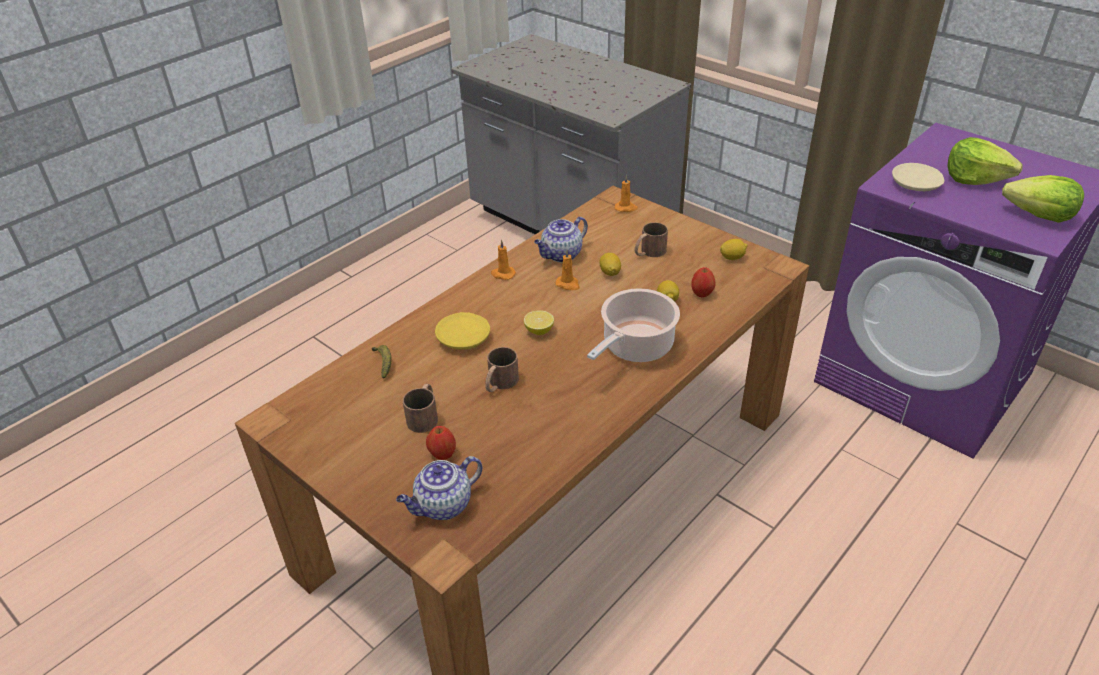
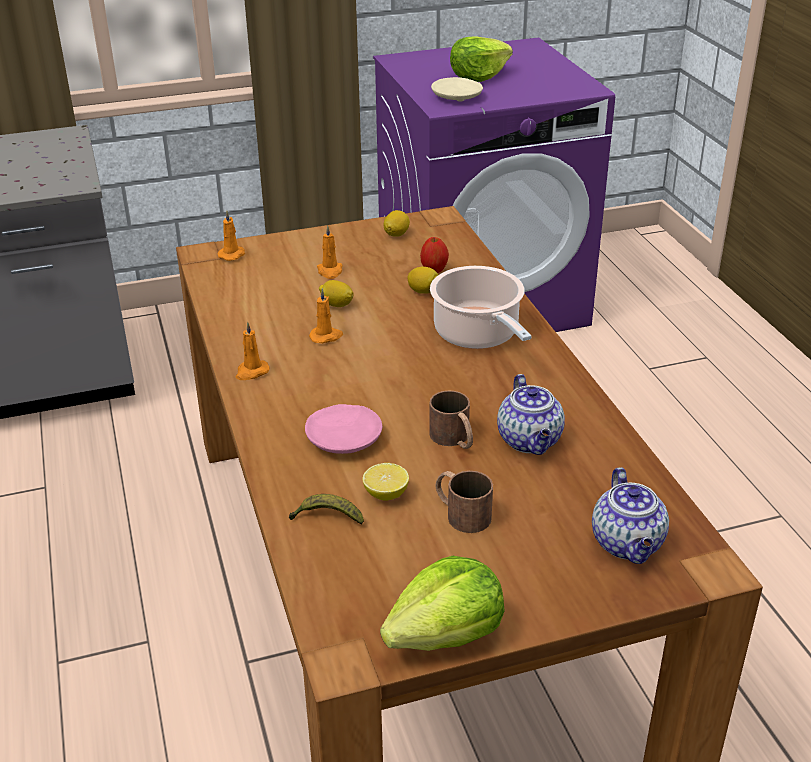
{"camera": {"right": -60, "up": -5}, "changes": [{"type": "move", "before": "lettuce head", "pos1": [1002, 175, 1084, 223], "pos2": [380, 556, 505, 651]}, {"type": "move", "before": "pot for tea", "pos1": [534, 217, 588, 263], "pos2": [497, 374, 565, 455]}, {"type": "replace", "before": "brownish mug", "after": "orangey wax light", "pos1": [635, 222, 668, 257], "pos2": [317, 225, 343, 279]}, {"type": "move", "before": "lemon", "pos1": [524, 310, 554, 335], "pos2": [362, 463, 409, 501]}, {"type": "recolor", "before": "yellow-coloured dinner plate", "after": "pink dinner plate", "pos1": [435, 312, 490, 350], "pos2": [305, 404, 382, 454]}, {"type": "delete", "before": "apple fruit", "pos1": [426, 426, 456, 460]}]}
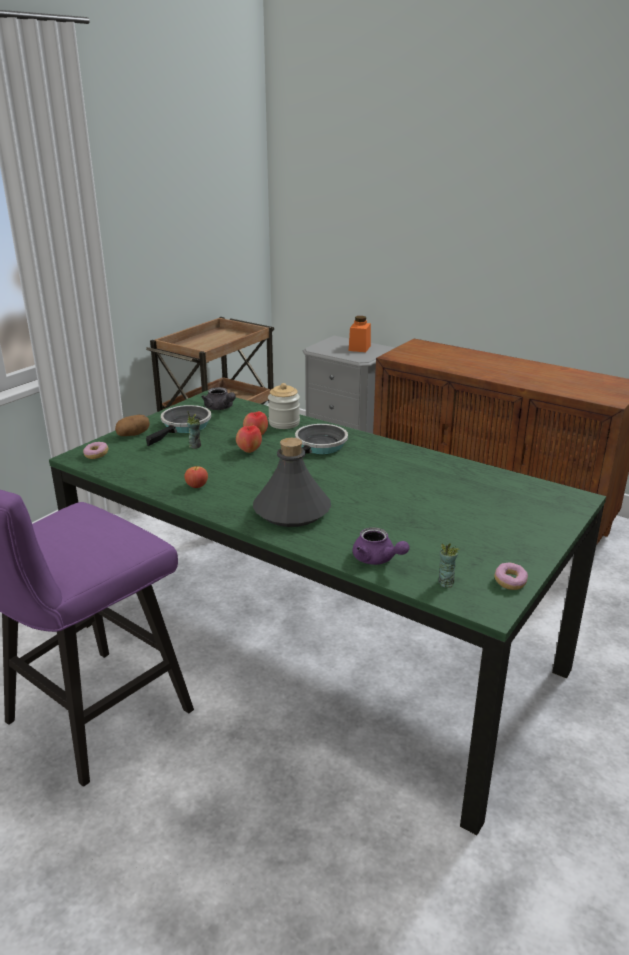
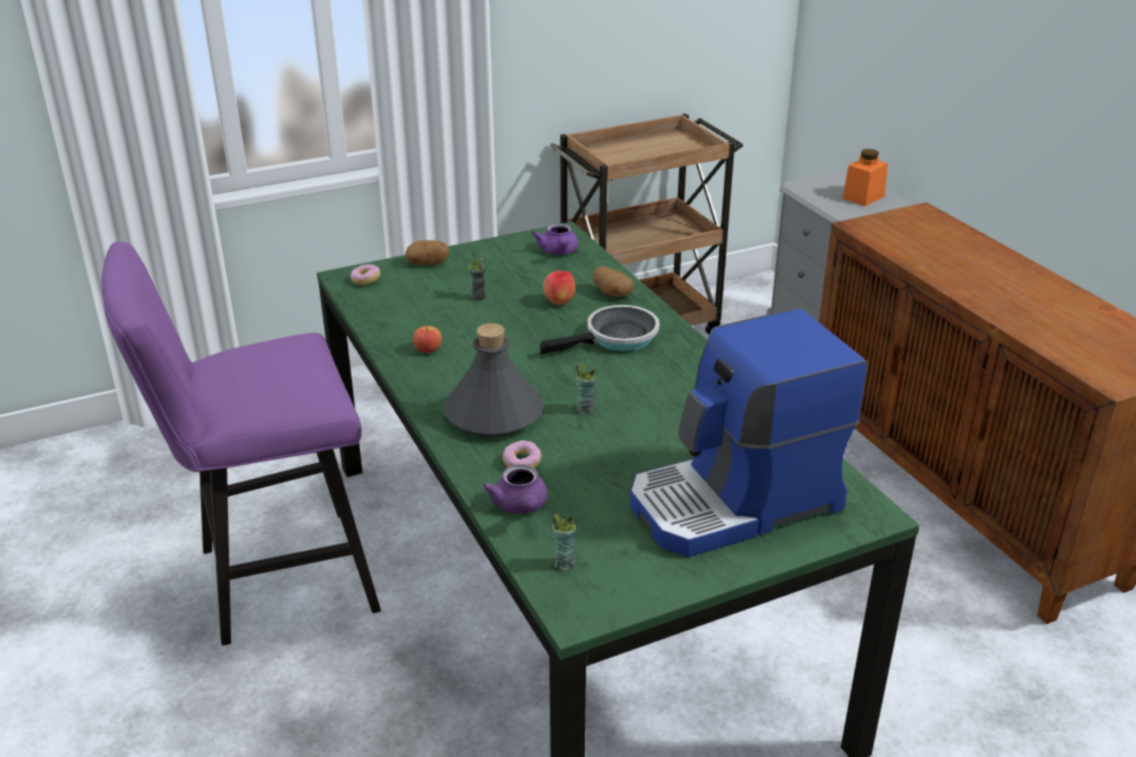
{"camera": {"right": 30, "up": 5}, "changes": [{"type": "replace", "before": "storage jar", "after": "whole potato", "pos1": [268, 383, 300, 429], "pos2": [593, 266, 634, 297]}, {"type": "recolor", "before": "grey pot for tea", "after": "purple pot for tea", "pos1": [201, 387, 236, 410], "pos2": [532, 223, 578, 255]}, {"type": "delete", "before": "pan", "pos1": [146, 405, 211, 446]}, {"type": "delete", "before": "apple fruit", "pos1": [236, 425, 262, 453]}, {"type": "move", "before": "ring doughnut", "pos1": [494, 562, 528, 590], "pos2": [503, 440, 541, 468]}, {"type": "insert", "after": "coffee machine", "pos2": [630, 308, 868, 557]}, {"type": "insert", "after": "small cup", "pos2": [575, 364, 596, 415]}]}
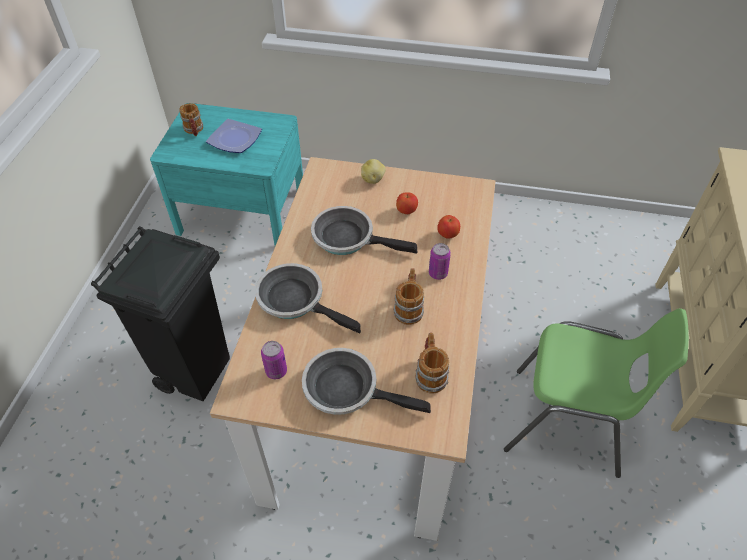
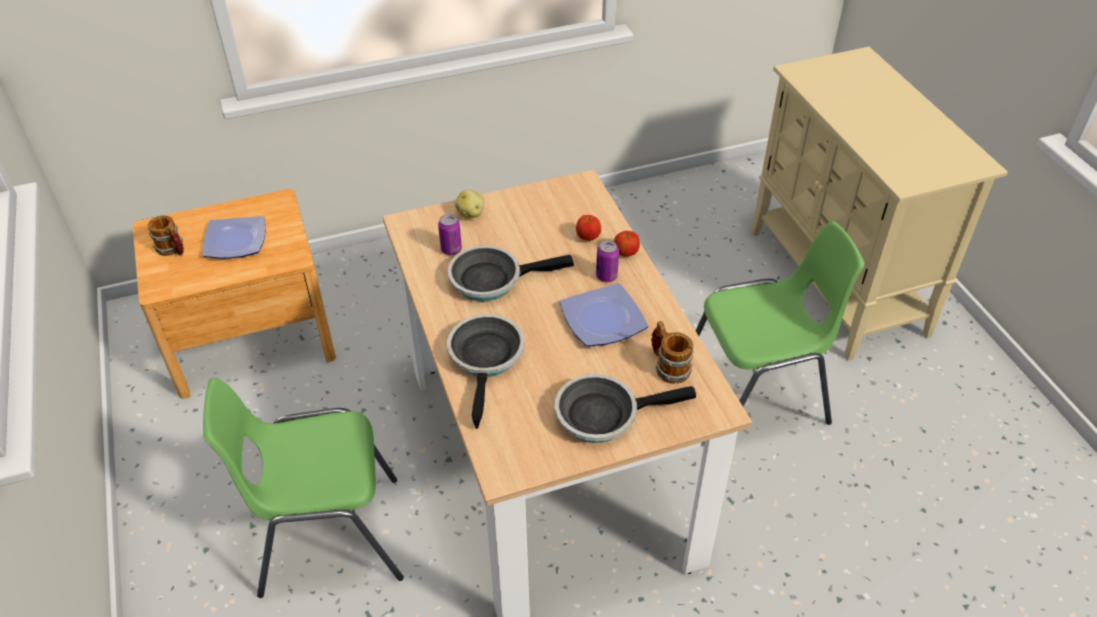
{"camera": {"right": -30, "up": -5}, "changes": [{"type": "recolor", "before": "blue-green bedside table", "after": "brownish bedside table", "pos1": [150, 103, 303, 246], "pos2": [133, 189, 336, 399]}, {"type": "move", "before": "apple fruit", "pos1": [396, 192, 418, 214], "pos2": [614, 231, 640, 257]}, {"type": "replace", "before": "black trash can", "after": "green chair", "pos1": [91, 226, 230, 401], "pos2": [203, 378, 404, 598]}, {"type": "rotate", "before": "pan", "pos1": [255, 263, 361, 334], "pos2": [447, 314, 525, 429], "turn": 90}, {"type": "replace", "before": "mug", "after": "dinner plate", "pos1": [394, 268, 424, 325], "pos2": [560, 283, 648, 347]}, {"type": "move", "before": "can", "pos1": [261, 341, 287, 379], "pos2": [438, 214, 462, 255]}]}
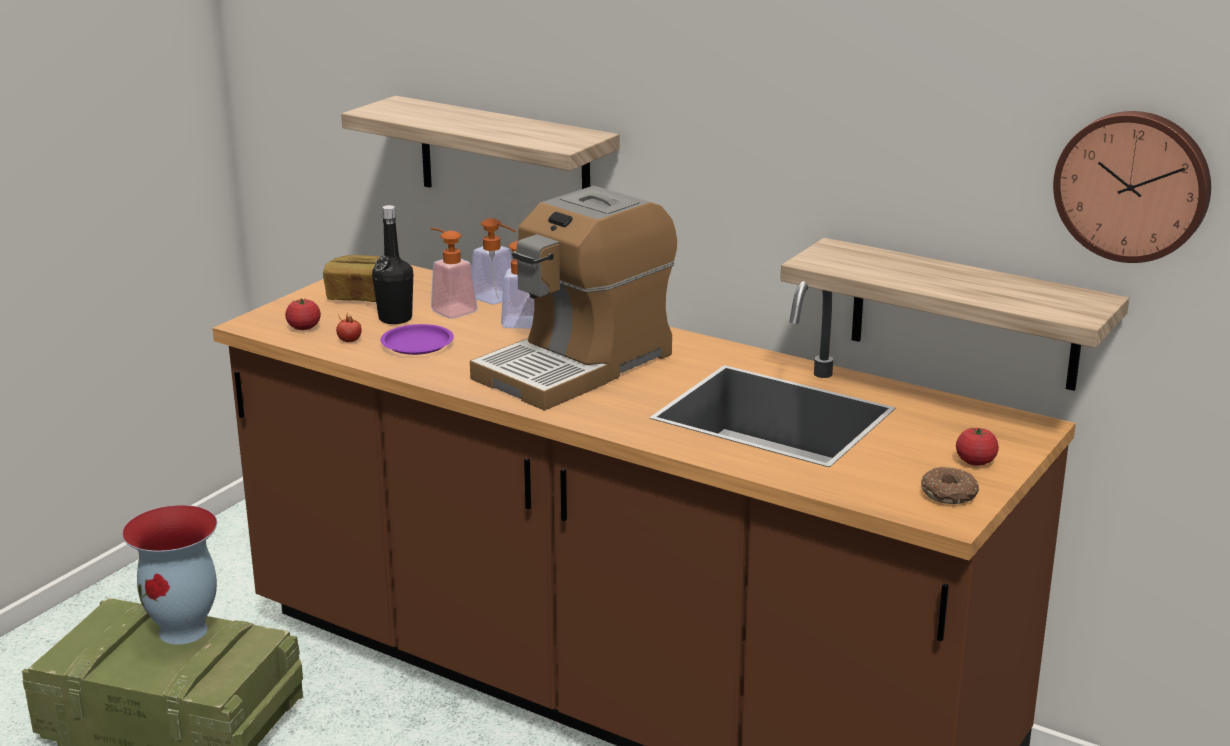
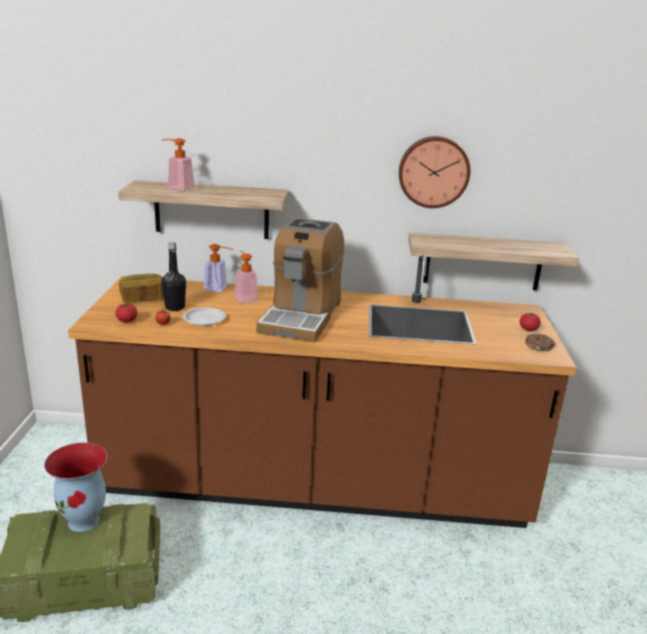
{"camera": {"right": -30, "up": 0}, "changes": [{"type": "move", "before": "hanging clock", "pos1": [1053, 111, 1211, 263], "pos2": [399, 136, 470, 208]}, {"type": "move", "before": "soap bottle", "pos1": [430, 228, 478, 319], "pos2": [162, 138, 195, 191]}, {"type": "recolor", "before": "purple dinner plate", "after": "white dinner plate", "pos1": [380, 324, 454, 355], "pos2": [183, 307, 226, 326]}]}
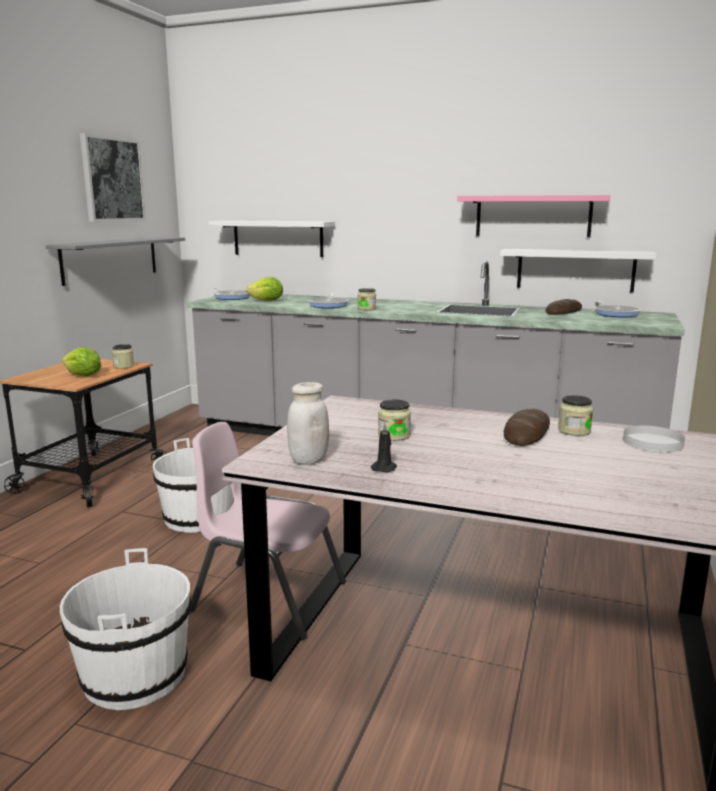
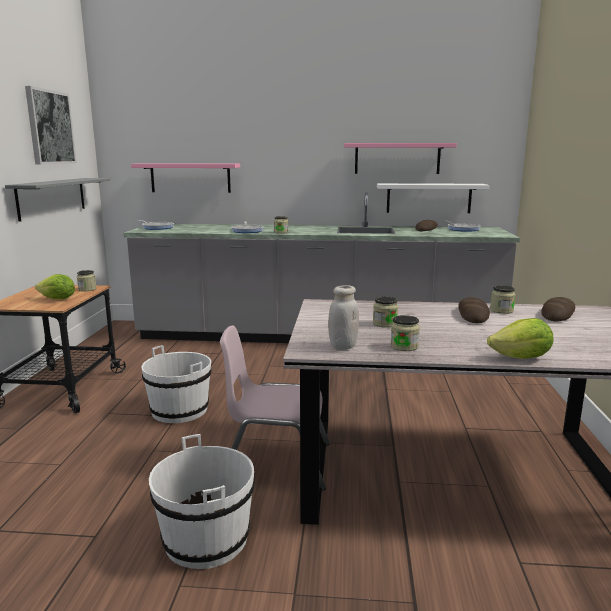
{"camera": {"right": -15, "up": 0}, "changes": [{"type": "recolor", "before": "white wall shelf", "after": "pink wall shelf", "pos1": [208, 220, 335, 257], "pos2": [131, 163, 240, 193]}, {"type": "move", "before": "lettuce head", "pos1": [246, 277, 283, 301], "pos2": [487, 318, 554, 359]}, {"type": "replace", "before": "black wax light", "after": "storage jar", "pos1": [371, 423, 397, 473], "pos2": [390, 315, 420, 351]}, {"type": "replace", "before": "white dinner plate", "after": "baked bread", "pos1": [623, 425, 685, 453], "pos2": [541, 297, 575, 322]}]}
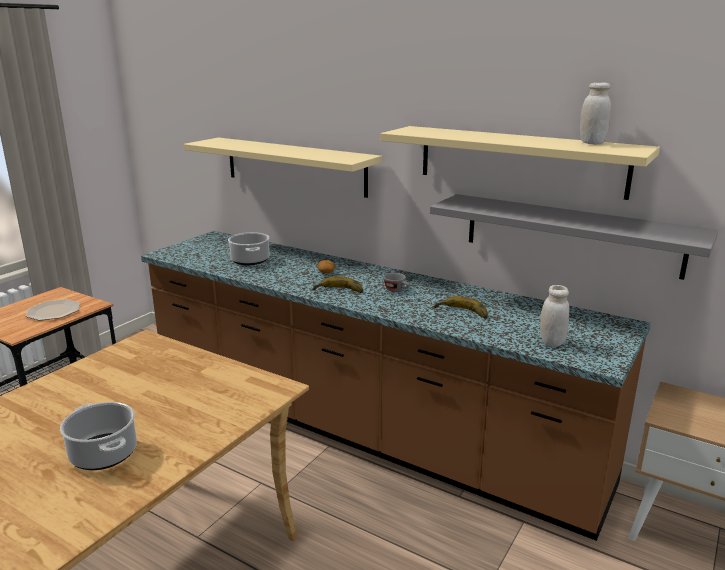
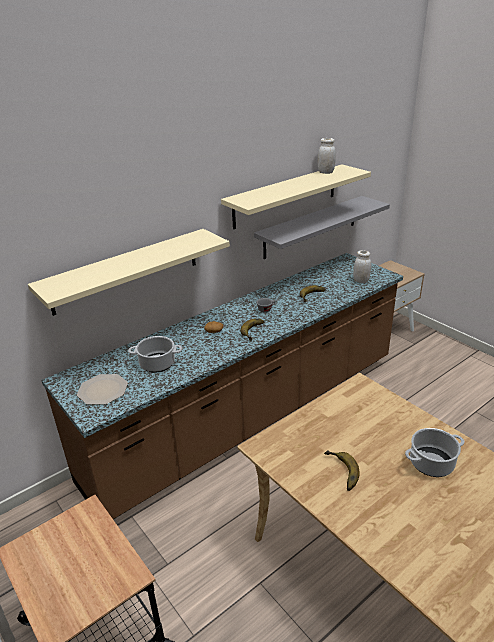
{"camera": {"right": -70, "up": 10}, "changes": [{"type": "move", "before": "dinner plate", "pos1": [26, 299, 80, 321], "pos2": [77, 374, 128, 405]}, {"type": "insert", "after": "whole banana", "pos2": [324, 450, 360, 491]}]}
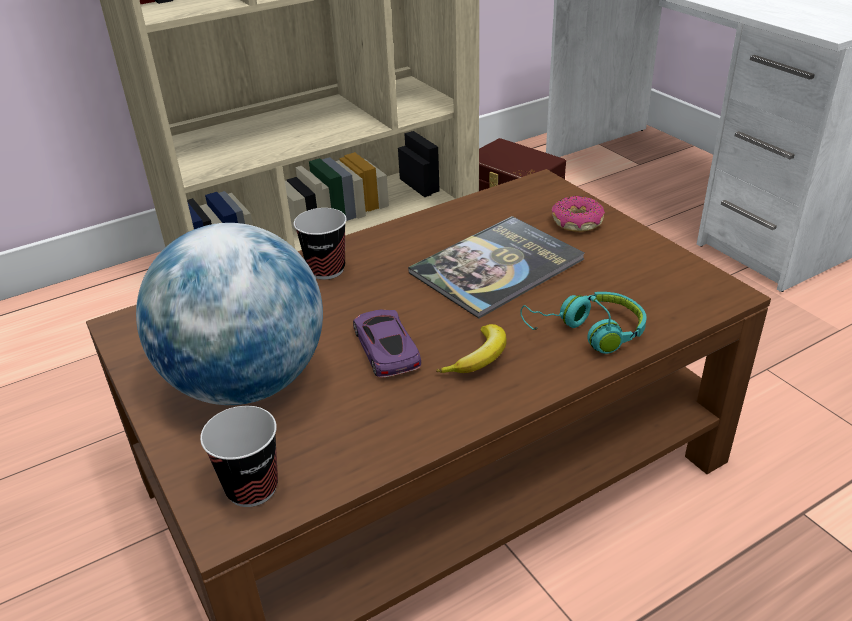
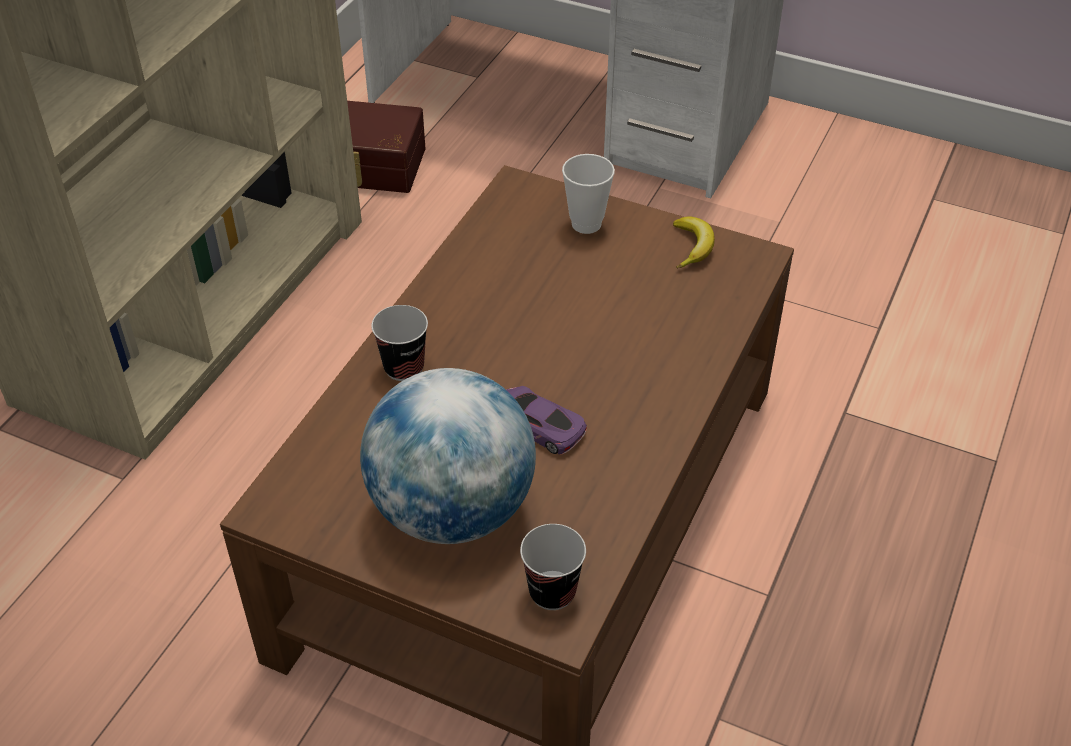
{"camera": {"right": -35, "up": 10}, "changes": [{"type": "replace", "before": "ring doughnut", "after": "small cup", "pos1": [552, 196, 605, 232], "pos2": [562, 154, 615, 234]}, {"type": "delete", "before": "volume", "pos1": [408, 216, 584, 319]}, {"type": "delete", "before": "blue-green headphones", "pos1": [520, 292, 647, 354]}, {"type": "move", "before": "whole banana", "pos1": [436, 324, 507, 373], "pos2": [673, 216, 715, 269]}]}
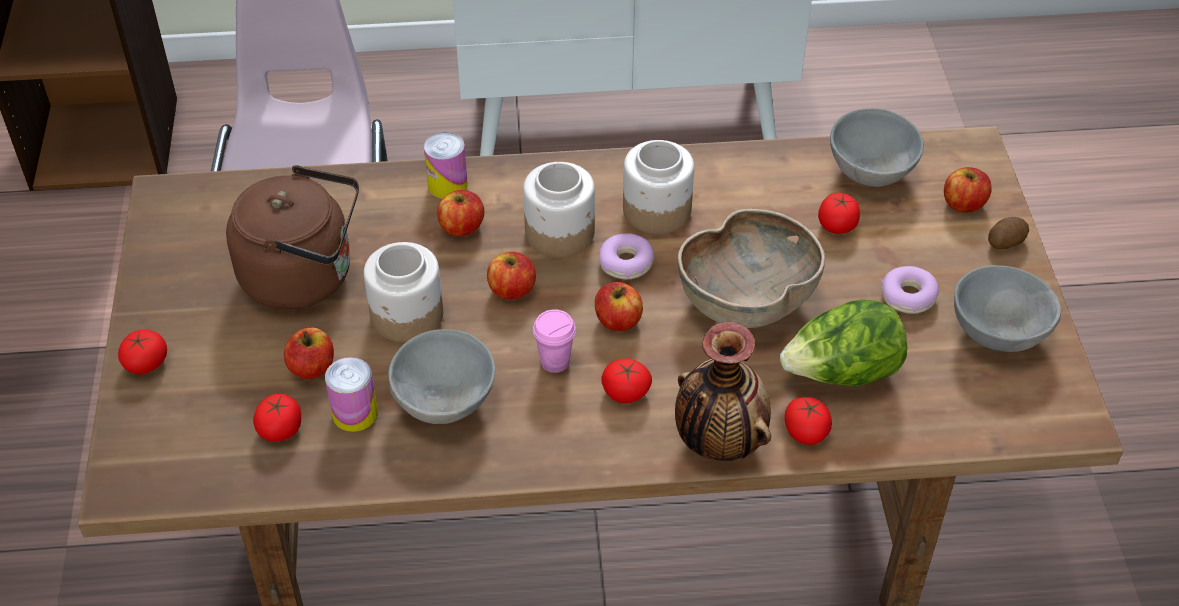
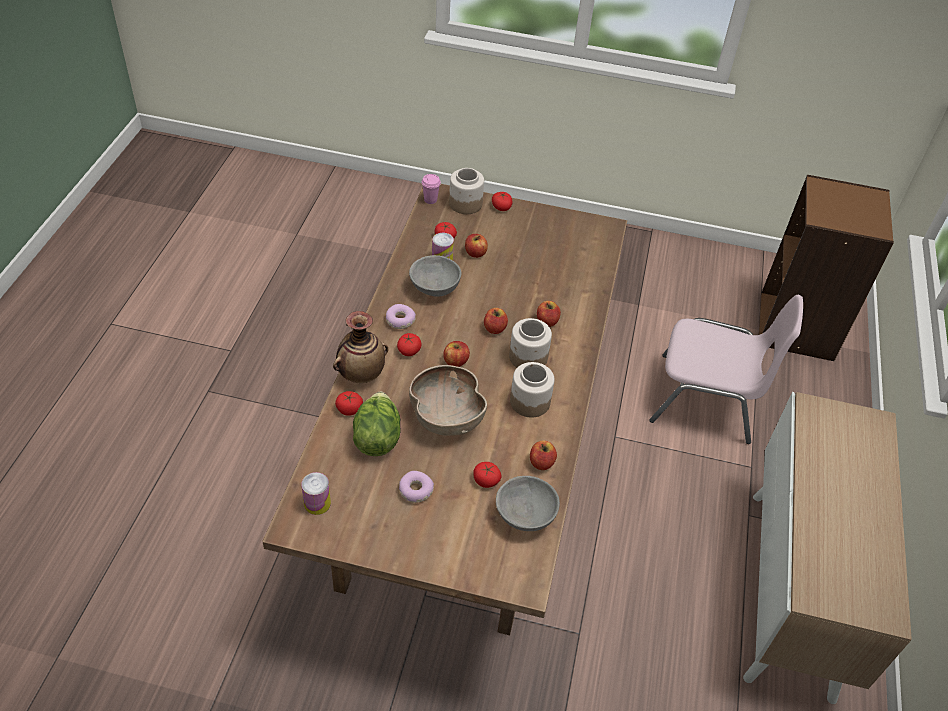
{"camera": {"right": 105, "up": 0}, "changes": [{"type": "move", "before": "can", "pos1": [424, 132, 468, 199], "pos2": [301, 472, 331, 515]}, {"type": "delete", "before": "brownish kettle", "pos1": [226, 165, 359, 310]}, {"type": "move", "before": "apple fruit", "pos1": [944, 167, 992, 212], "pos2": [530, 440, 557, 470]}, {"type": "delete", "before": "whole potato", "pos1": [988, 217, 1029, 249]}, {"type": "move", "before": "ring doughnut", "pos1": [599, 233, 654, 280], "pos2": [386, 304, 416, 329]}, {"type": "move", "before": "storage jar", "pos1": [364, 242, 443, 342], "pos2": [449, 168, 484, 214]}, {"type": "delete", "before": "grey serving bowl", "pos1": [954, 265, 1061, 352]}, {"type": "move", "before": "pink small cup", "pos1": [533, 309, 576, 373], "pos2": [422, 174, 441, 204]}]}
